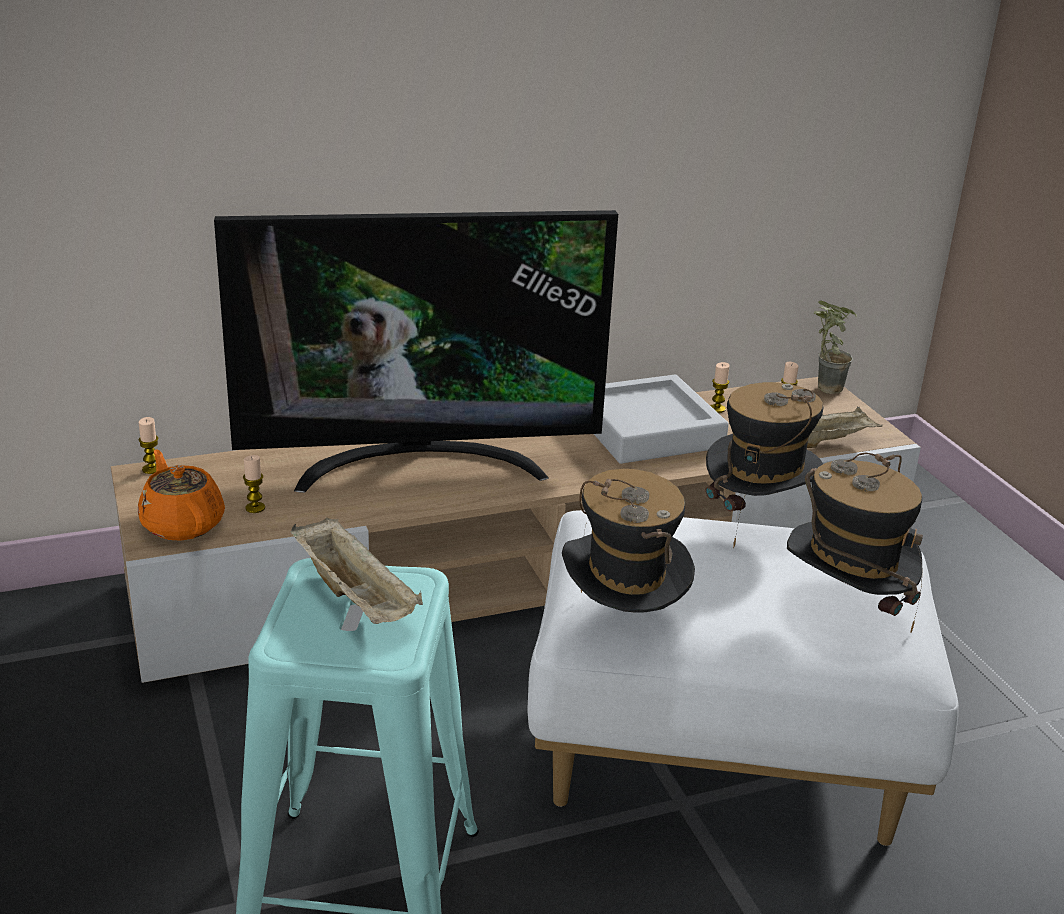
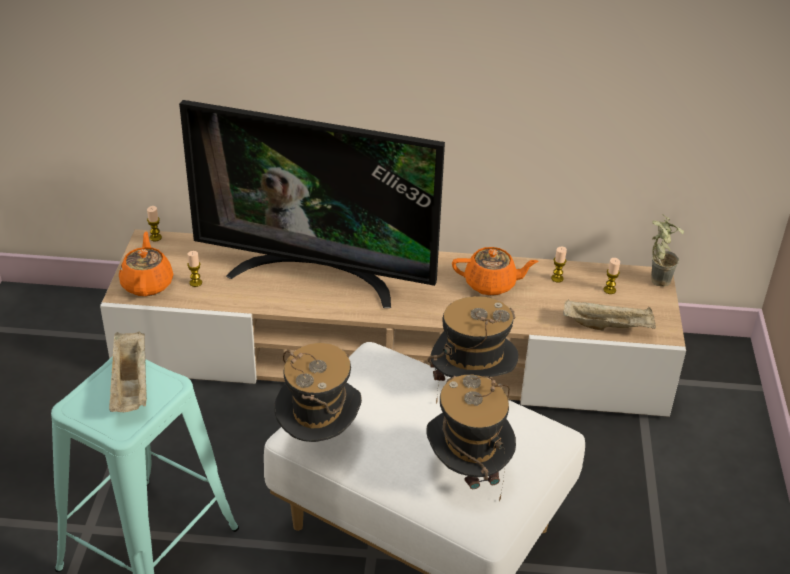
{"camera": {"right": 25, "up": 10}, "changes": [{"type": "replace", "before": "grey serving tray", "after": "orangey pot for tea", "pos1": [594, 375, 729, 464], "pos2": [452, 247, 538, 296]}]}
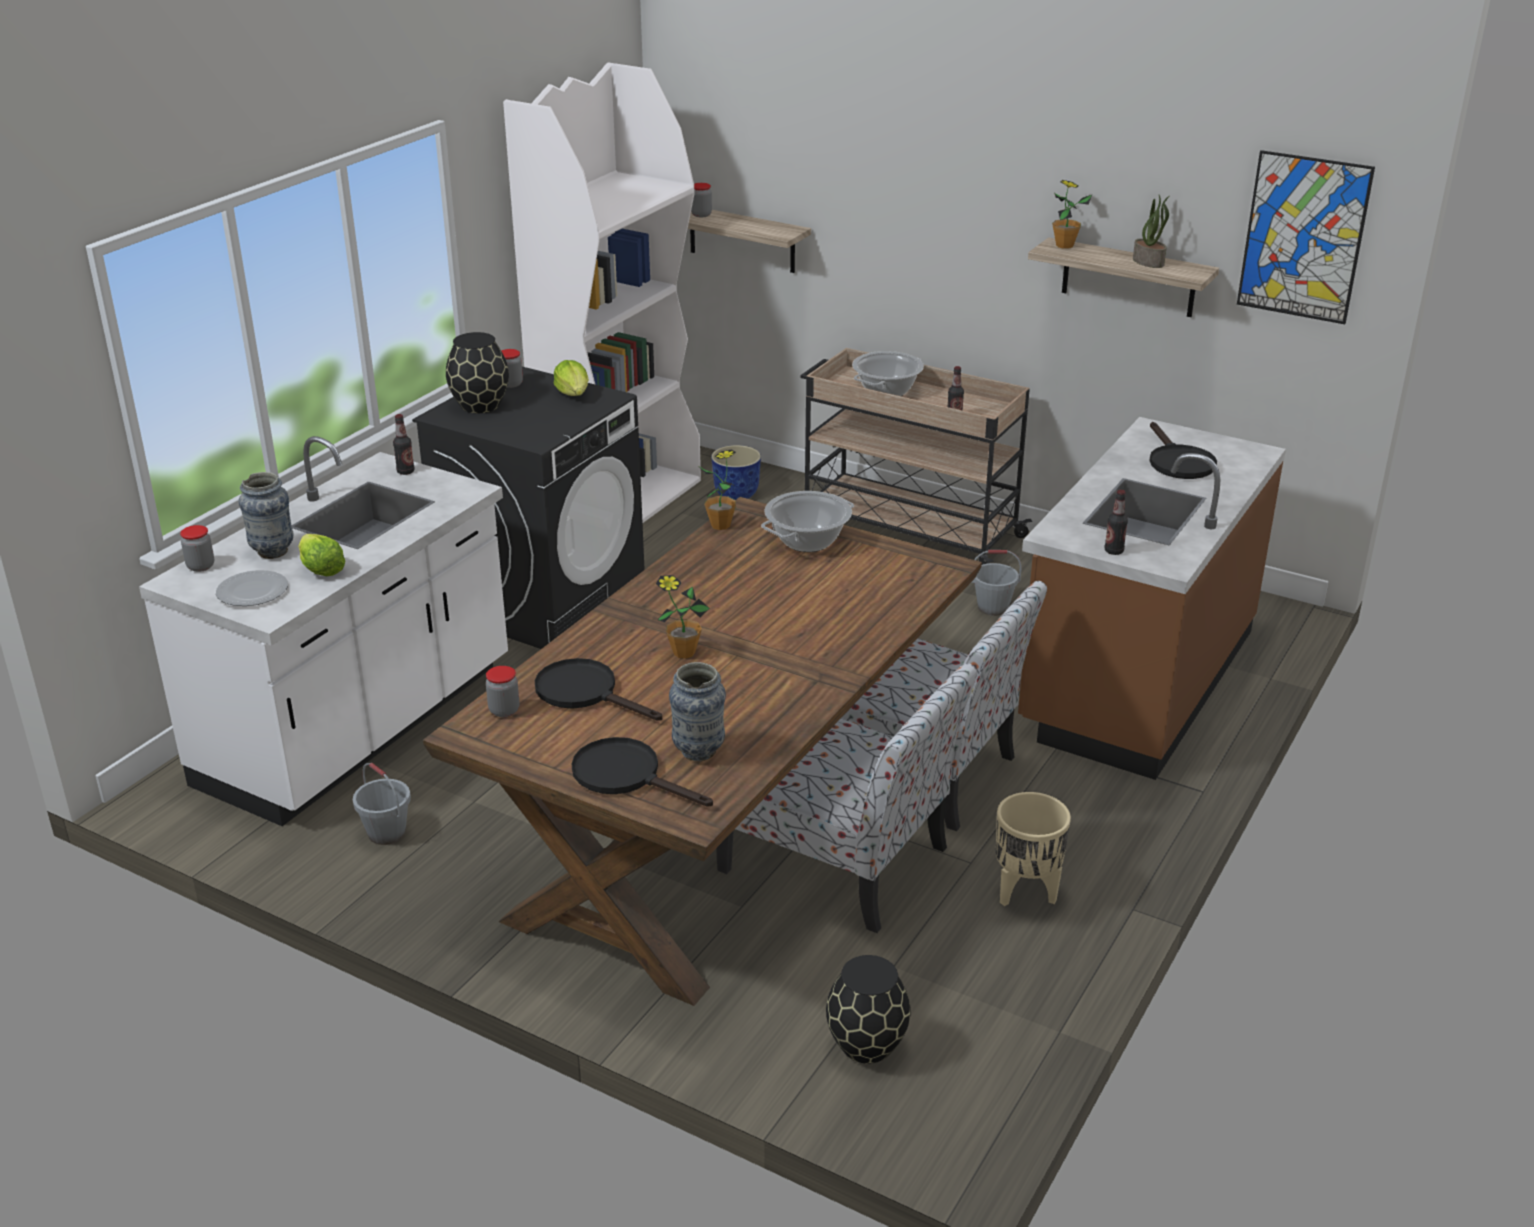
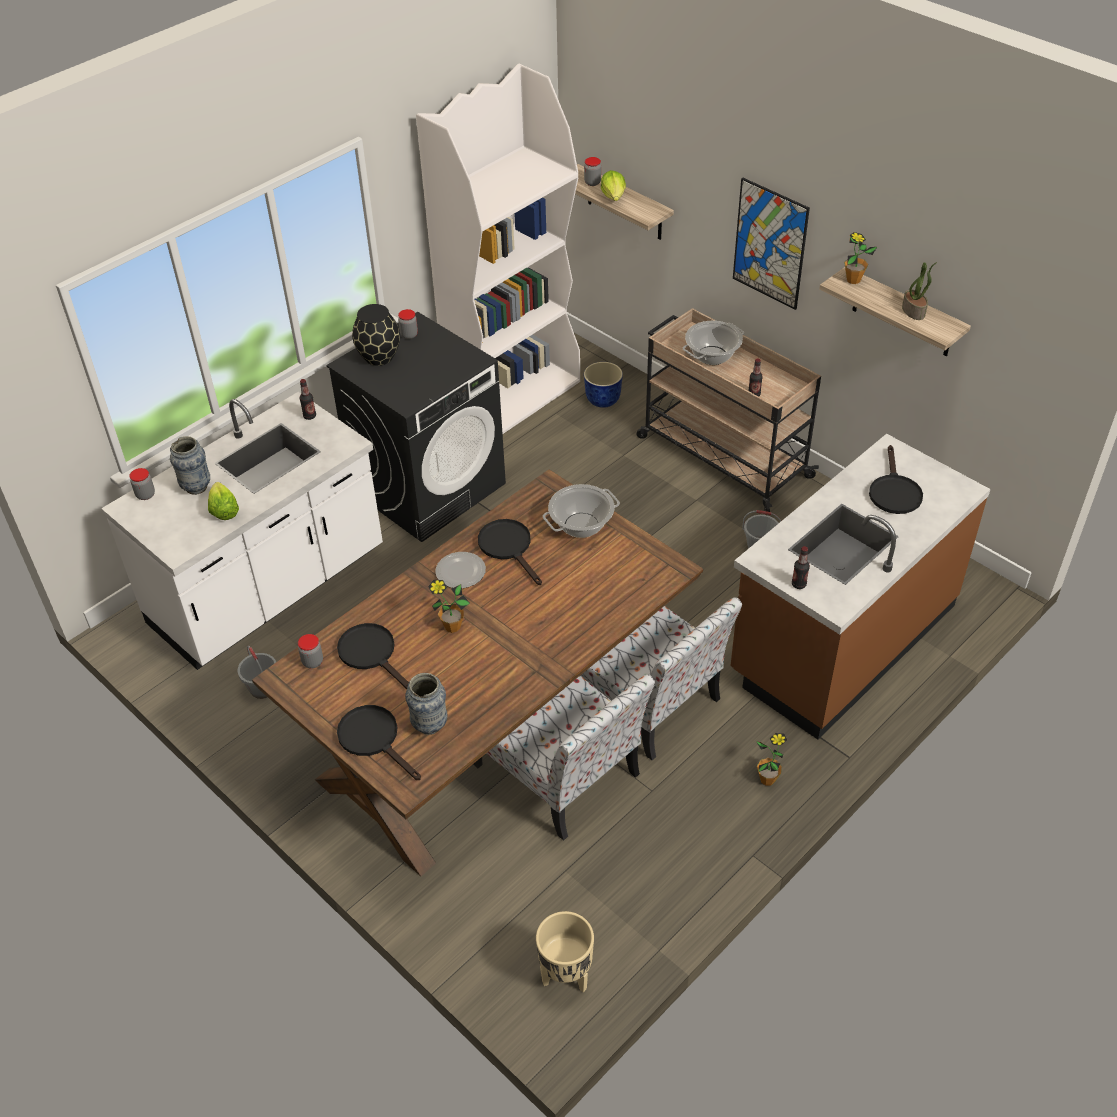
{"camera": {"right": 15, "up": 15}, "changes": [{"type": "move", "before": "wall picture", "pos1": [1237, 150, 1375, 324], "pos2": [733, 177, 810, 310]}, {"type": "move", "before": "lettuce head", "pos1": [554, 360, 589, 396], "pos2": [601, 170, 626, 201]}, {"type": "move", "before": "potted plant", "pos1": [700, 449, 736, 530], "pos2": [756, 733, 787, 786]}, {"type": "move", "before": "dinner plate", "pos1": [216, 570, 288, 606], "pos2": [435, 552, 486, 588]}, {"type": "move", "before": "beige flower pot", "pos1": [996, 792, 1071, 906], "pos2": [536, 911, 594, 992]}, {"type": "delete", "before": "black vase", "pos1": [826, 955, 911, 1064]}, {"type": "insert", "after": "black pan", "pos2": [478, 519, 542, 585]}]}
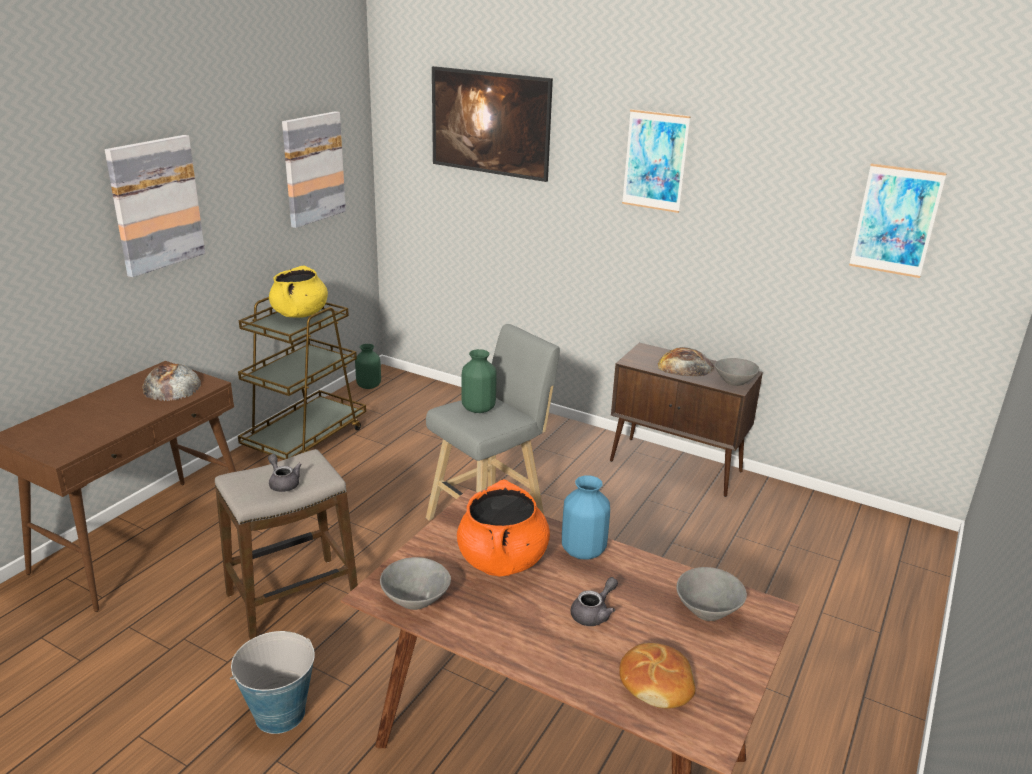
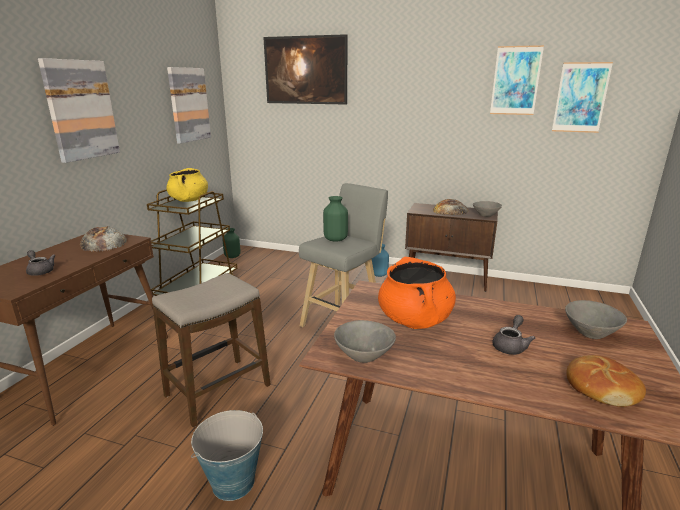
{"camera": {"right": -10, "up": -5}, "changes": [{"type": "move", "before": "wall picture", "pos1": [622, 109, 691, 213], "pos2": [490, 45, 544, 115]}, {"type": "move", "before": "grey pot for tea", "pos1": [268, 454, 302, 492], "pos2": [26, 250, 56, 276]}, {"type": "move", "before": "blue-coloured vase", "pos1": [562, 475, 610, 560], "pos2": [372, 244, 389, 277]}]}
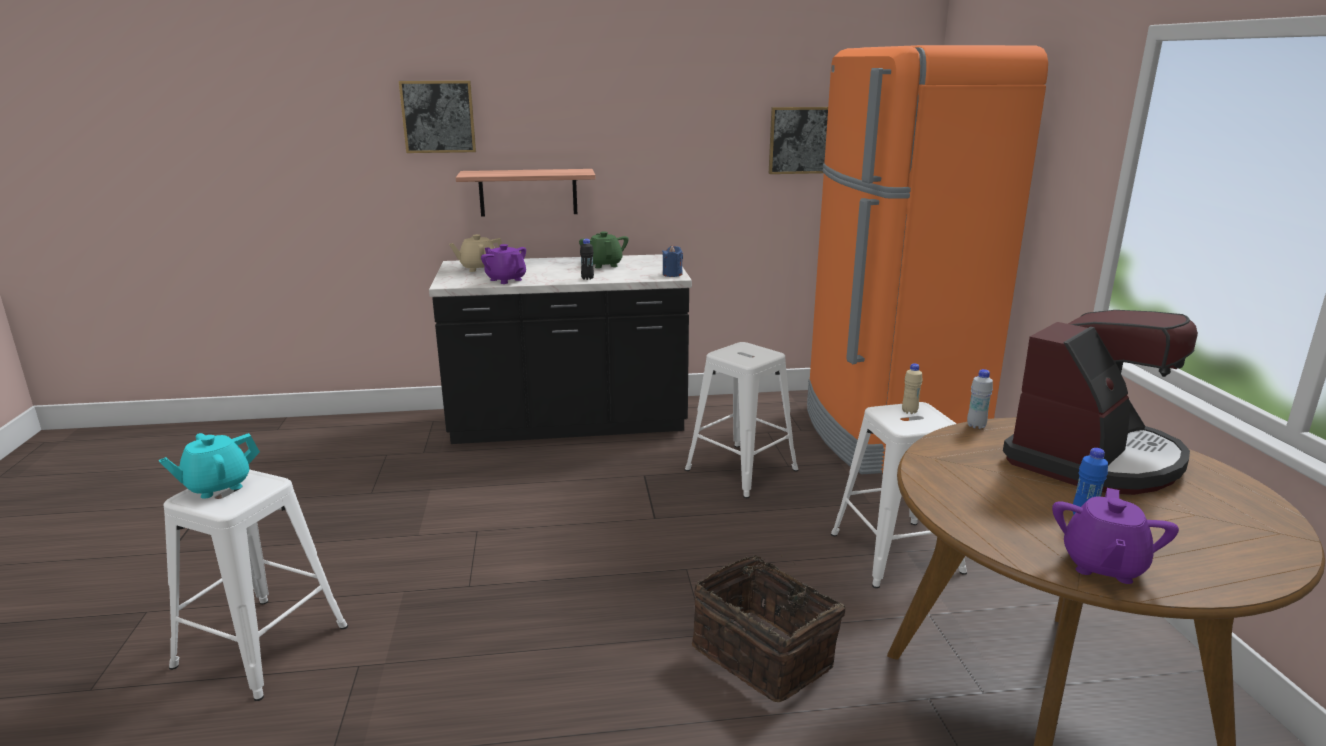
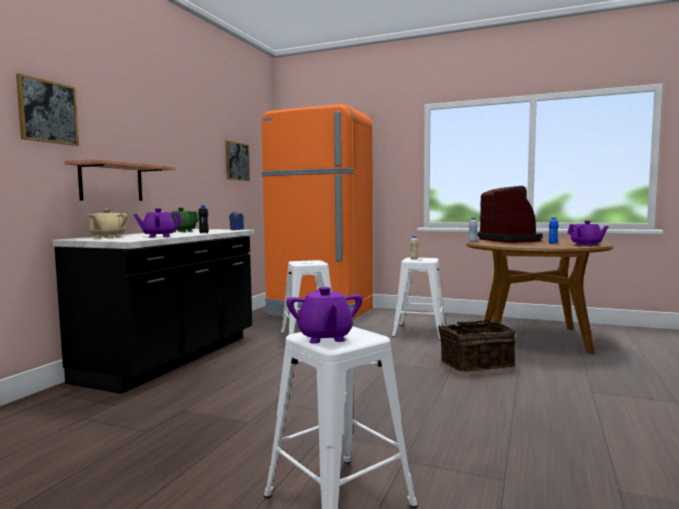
{"camera": {"right": -60, "up": -15}, "changes": [{"type": "recolor", "before": "blue-green pot for tea", "after": "purple pot for tea", "pos1": [159, 433, 260, 499], "pos2": [286, 287, 363, 344]}]}
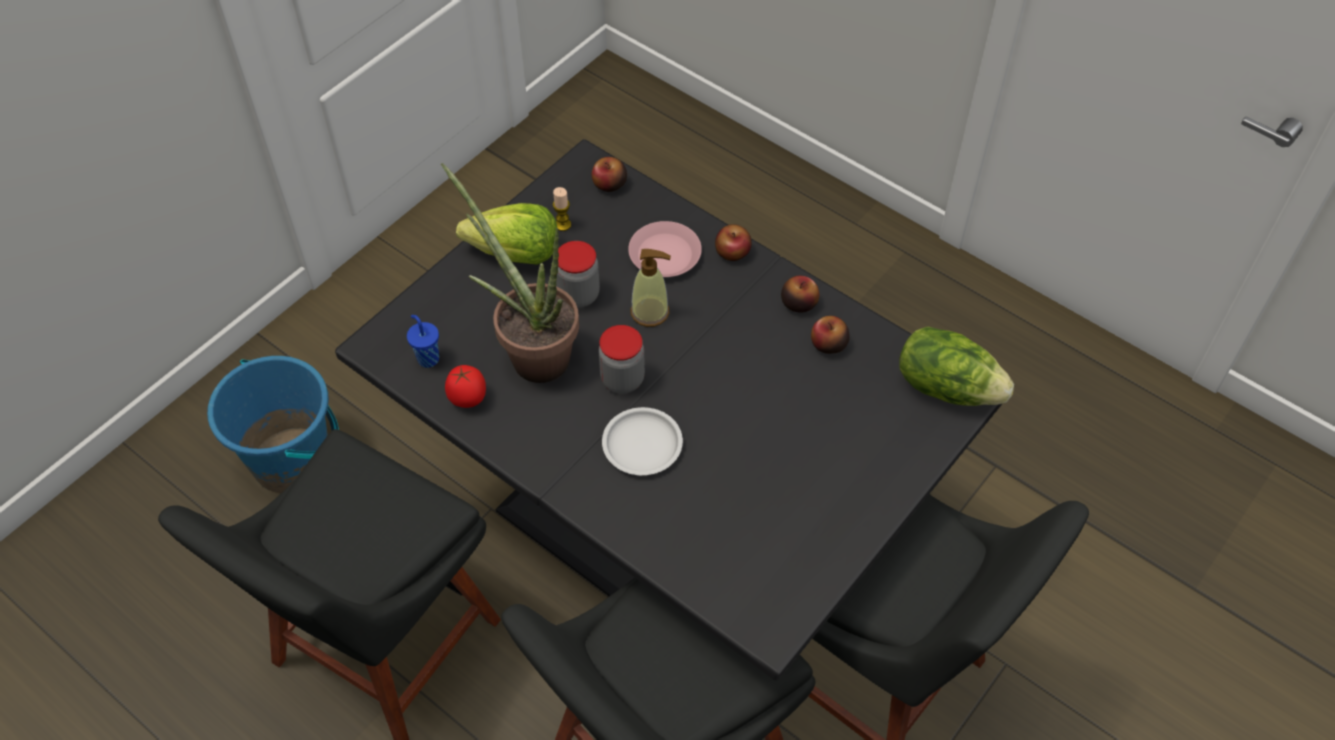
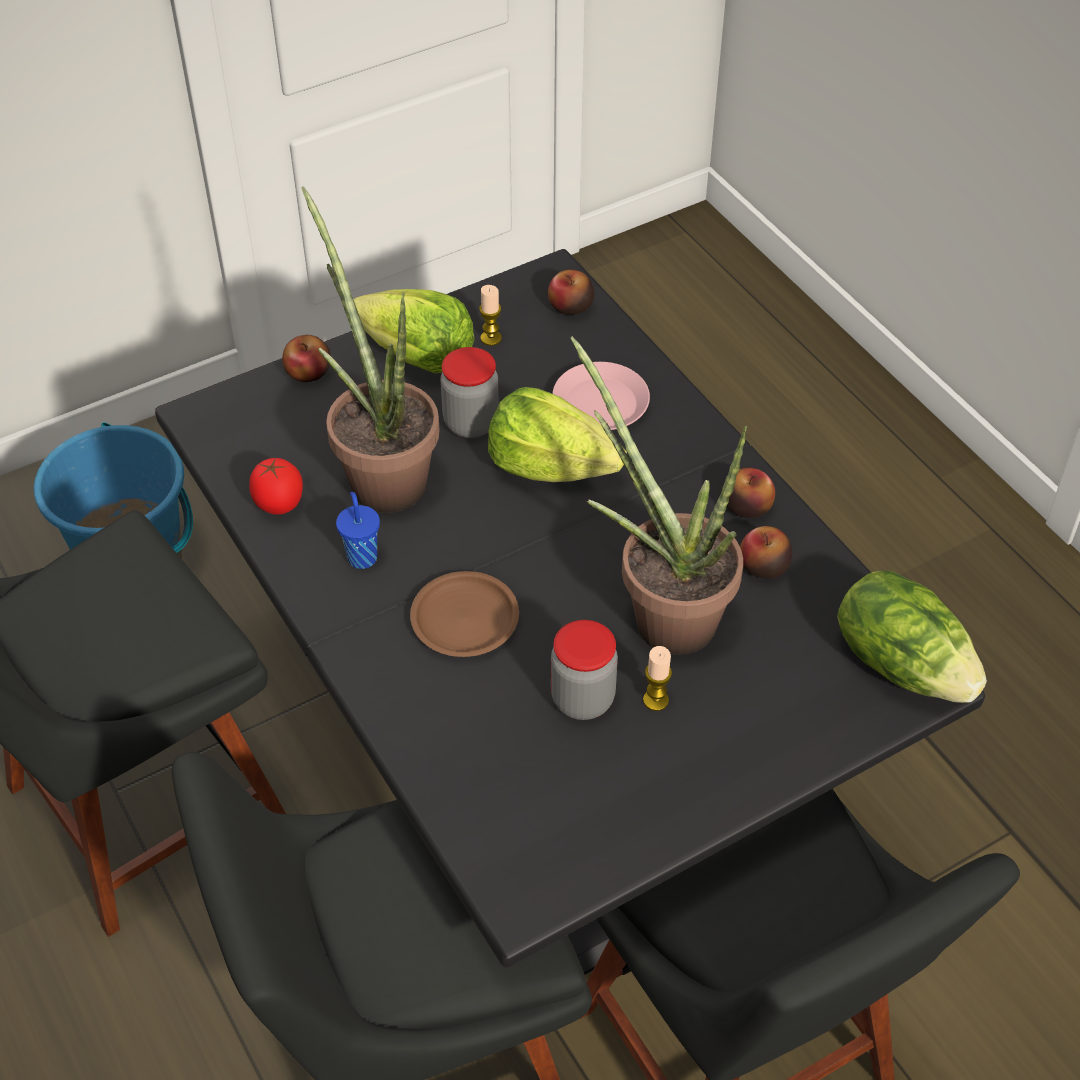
{"camera": {"right": 20, "up": -5}, "changes": [{"type": "move", "before": "apple fruit", "pos1": [715, 224, 752, 261], "pos2": [282, 335, 331, 382]}, {"type": "replace", "before": "soap bottle", "after": "lettuce head", "pos1": [630, 249, 671, 327], "pos2": [488, 387, 627, 482]}, {"type": "move", "before": "blue-coloured small cup", "pos1": [407, 315, 439, 368], "pos2": [336, 492, 380, 569]}, {"type": "move", "before": "storage jar", "pos1": [599, 325, 645, 394], "pos2": [551, 620, 618, 720]}, {"type": "recolor", "before": "white dinner plate", "after": "brownish dinner plate", "pos1": [602, 407, 683, 475], "pos2": [410, 571, 519, 657]}, {"type": "insert", "after": "potted plant", "pos2": [570, 336, 748, 655]}, {"type": "insert", "after": "wax light", "pos2": [643, 646, 672, 711]}]}
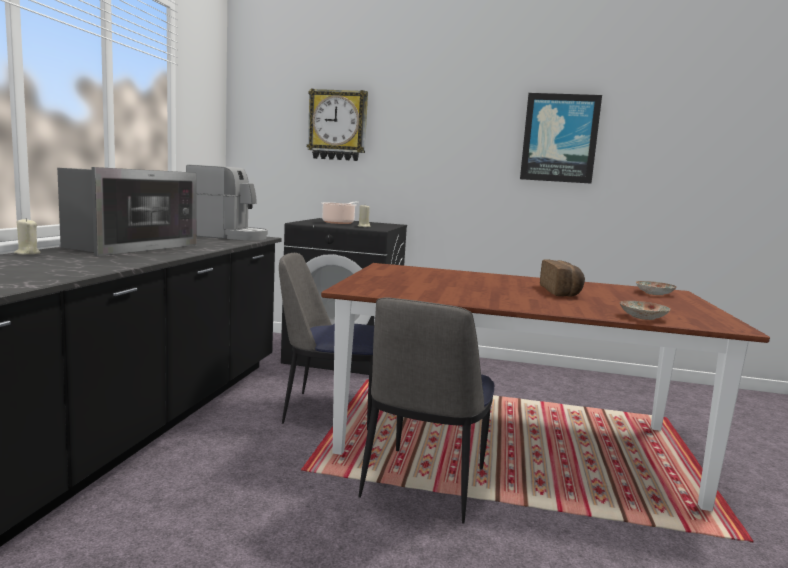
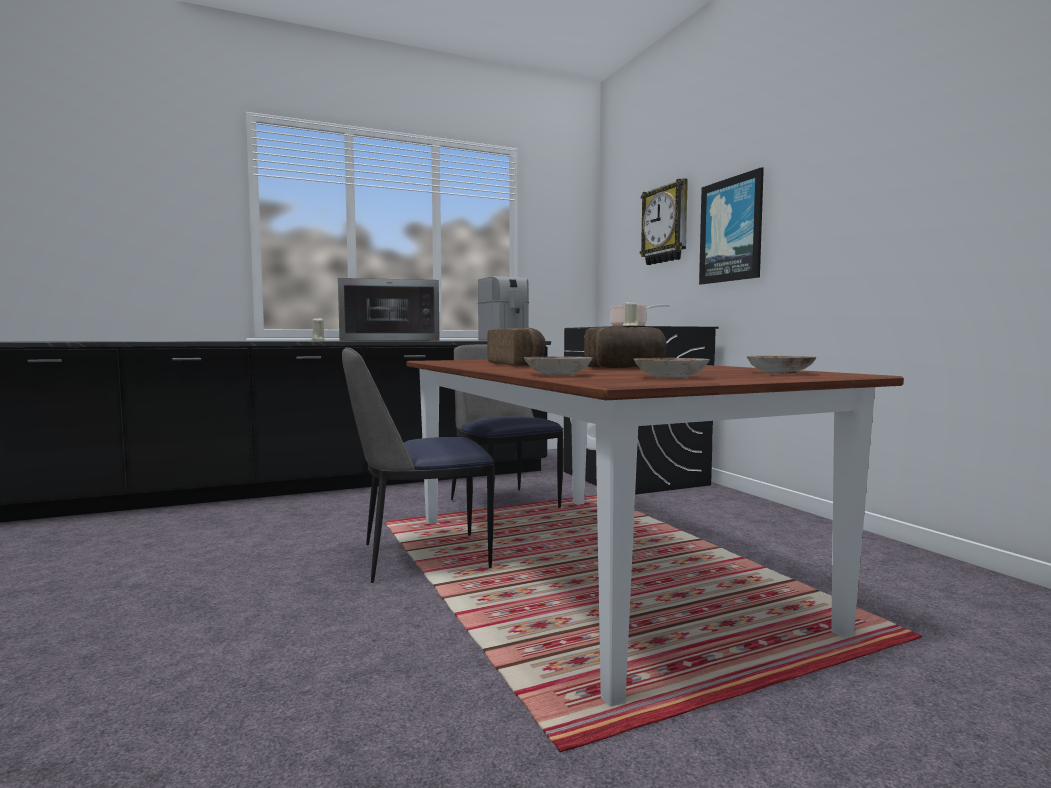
{"camera": {"right": 55, "up": -5}, "changes": [{"type": "move", "before": "wall picture", "pos1": [520, 93, 602, 184], "pos2": [699, 167, 764, 284]}, {"type": "insert", "after": "baked bread", "pos2": [487, 327, 546, 366]}, {"type": "insert", "after": "dinner plate", "pos2": [634, 358, 710, 379]}]}
